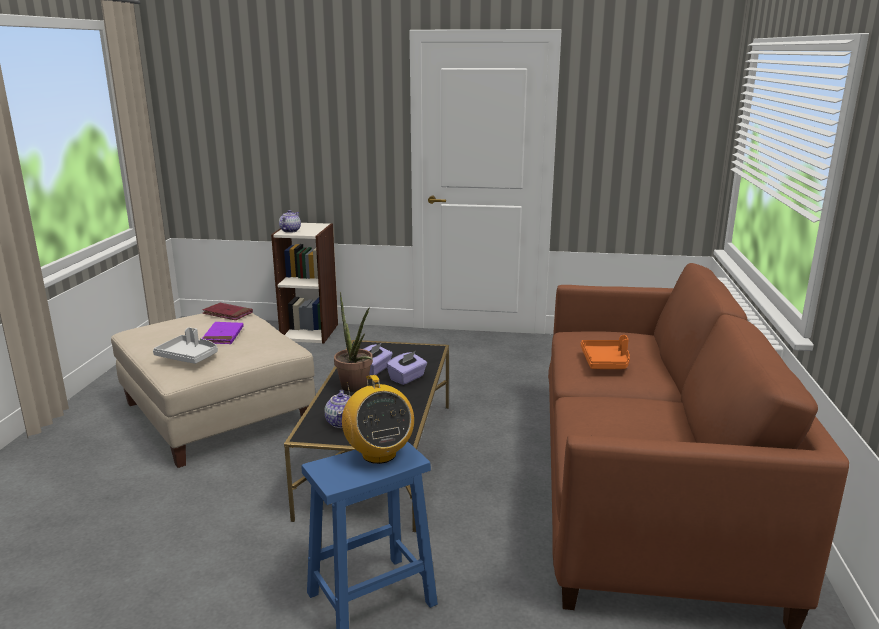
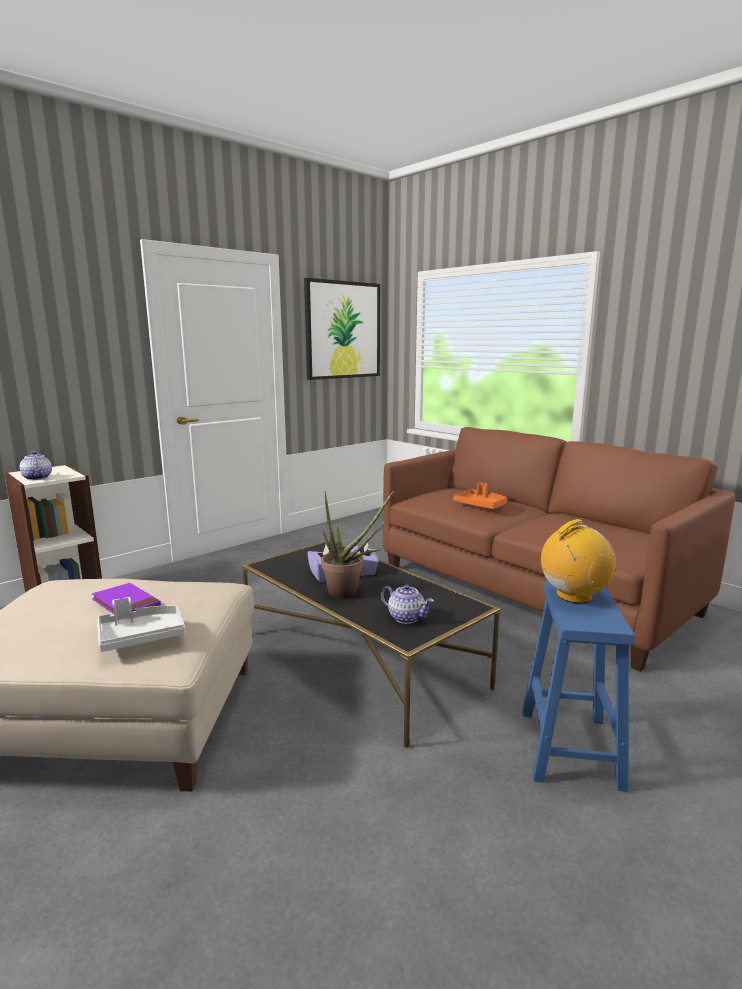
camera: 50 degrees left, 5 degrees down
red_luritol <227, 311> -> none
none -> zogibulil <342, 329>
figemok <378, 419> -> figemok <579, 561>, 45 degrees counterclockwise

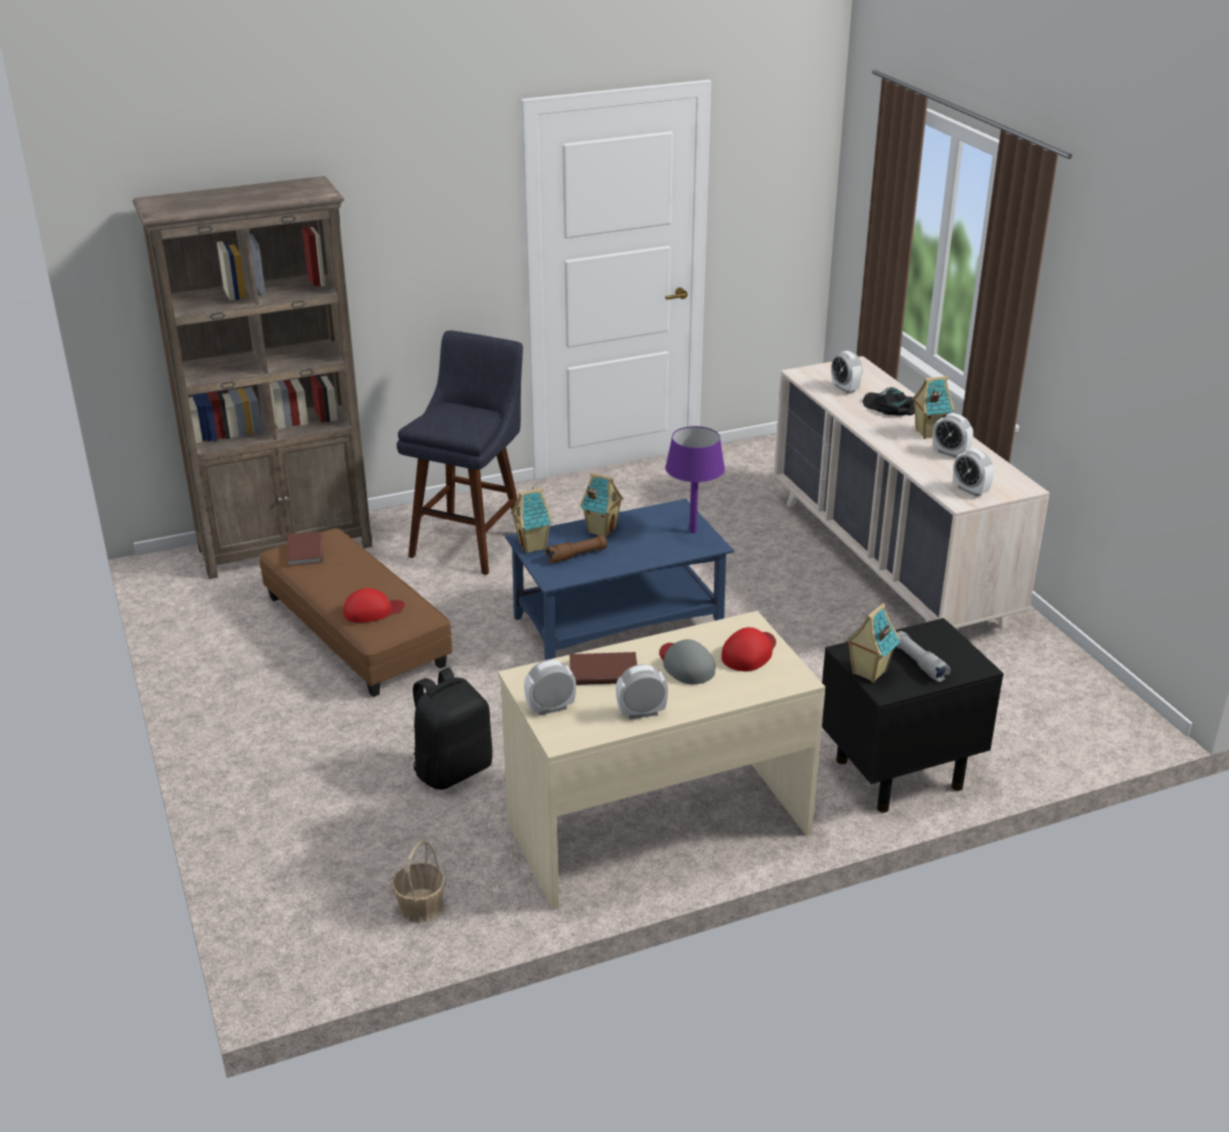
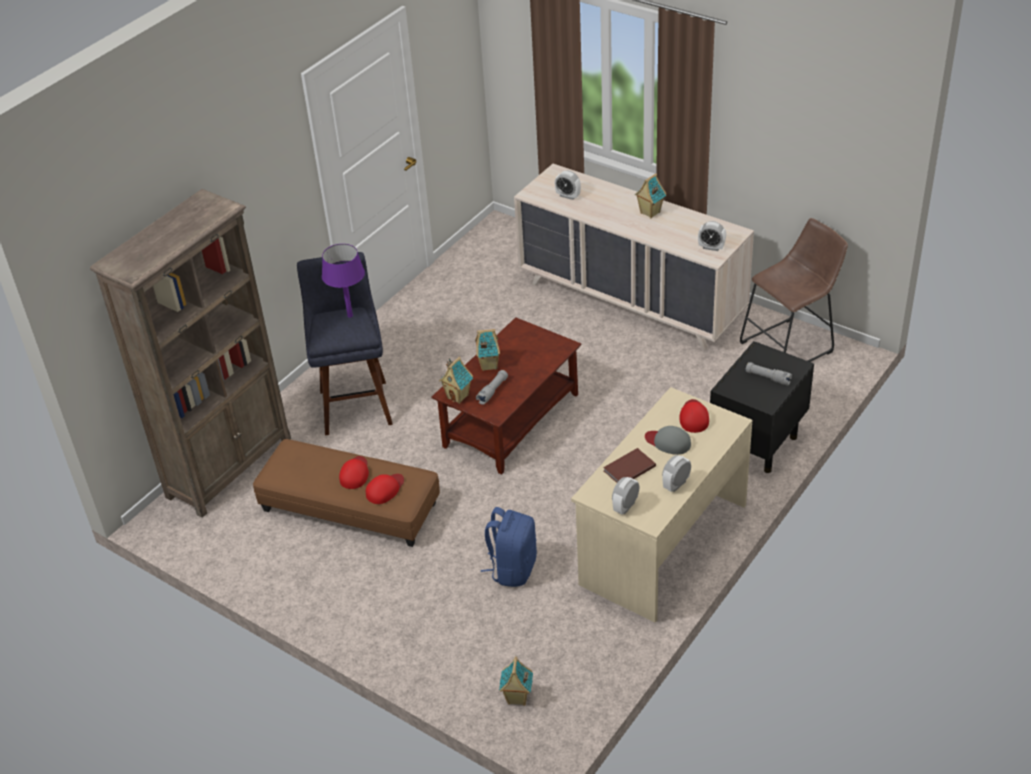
camera: 30 degrees left, 10 degrees up
brown_luritol <305, 549> -> none
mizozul <418, 882> -> none
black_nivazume <888, 401> -> none
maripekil <953, 435> -> none
none -> red_nivazume <354, 472>
none -> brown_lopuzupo <794, 290>
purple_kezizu <695, 479> -> purple_kezizu <343, 281>, shifted
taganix <873, 643> -> taganix <516, 681>, shifted
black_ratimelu <452, 729> -> blue_ratimelu <509, 547>
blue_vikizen <619, 579> -> brown_vikizen <506, 396>
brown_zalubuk <576, 549> -> grey_zalubuk <492, 387>

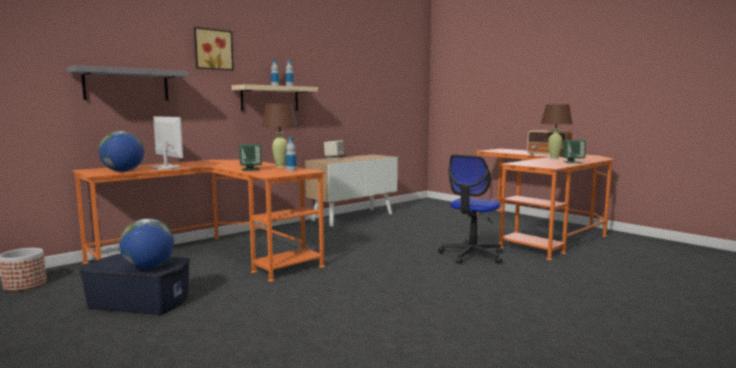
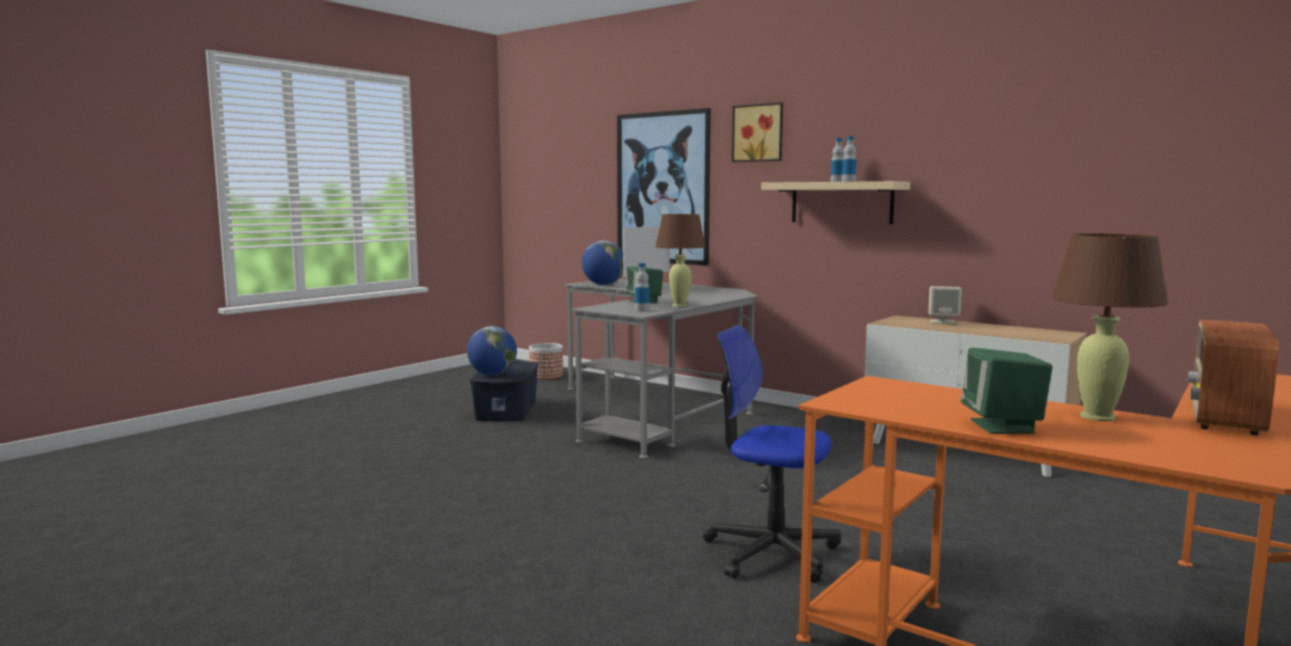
camera: 80 degrees right, 0 degrees up
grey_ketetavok <127, 83> -> zogibulil <664, 187>
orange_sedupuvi <198, 221> -> grey_sedupuvi <661, 368>

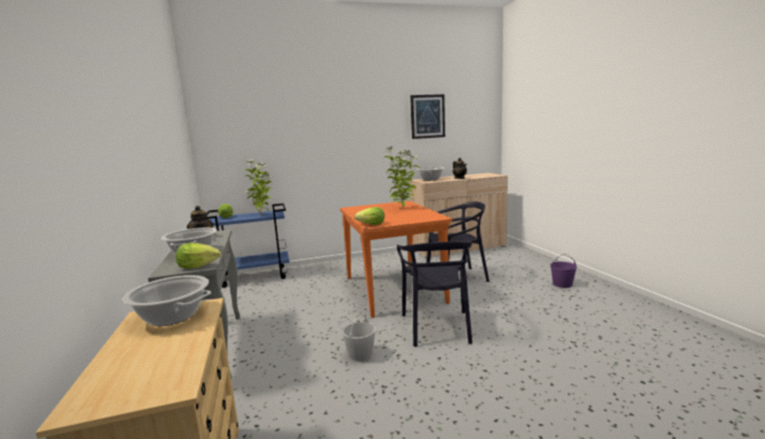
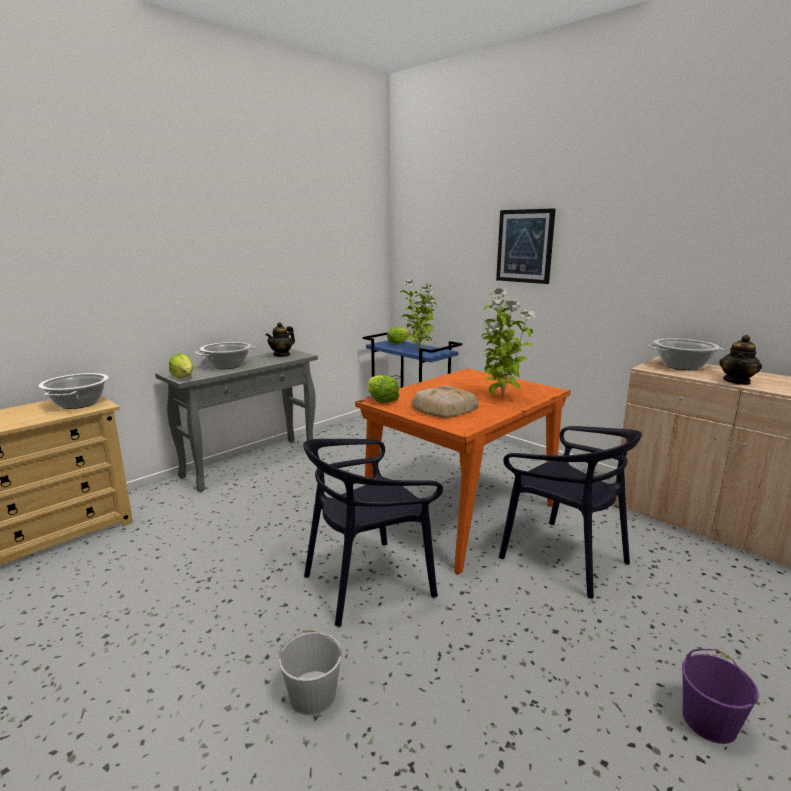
camera: 60 degrees right, 5 degrees up
none -> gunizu <445, 402>
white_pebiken <359, 338> -> white_pebiken <310, 672>, shifted
zogibulil <427, 116> -> zogibulil <526, 246>, shifted

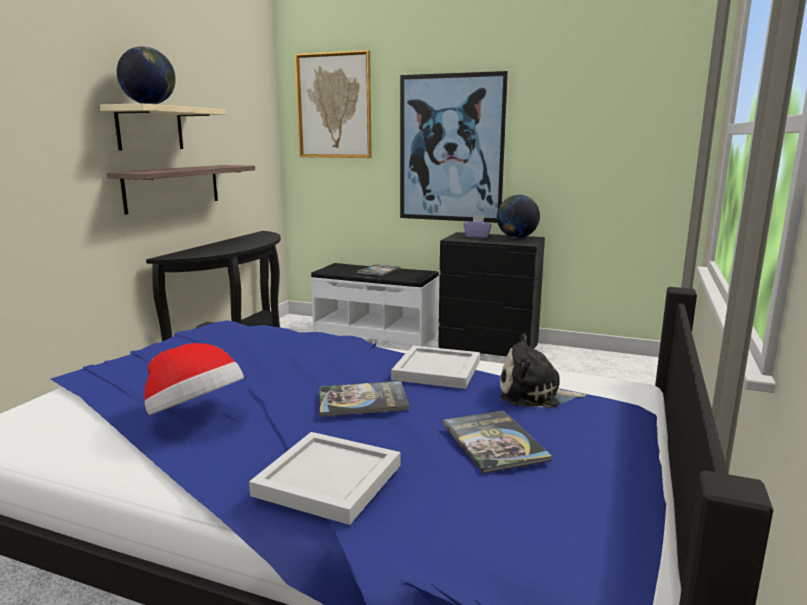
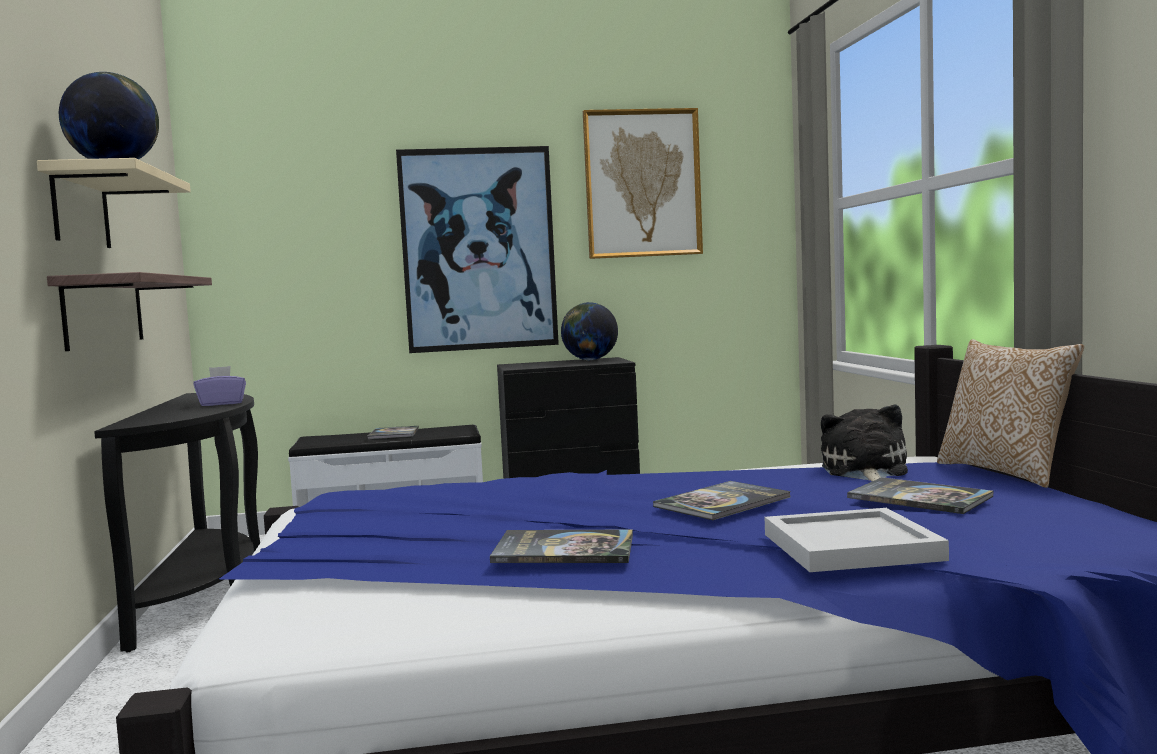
camera: 30 degrees left, 10 degrees down
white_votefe <435, 367> -> none
none -> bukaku <1010, 413>
zogibulil <333, 104> -> zogibulil <643, 183>, shifted
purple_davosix <477, 226> -> purple_davosix <219, 386>, shifted
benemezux <194, 379> -> luritol <561, 546>
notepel <543, 371> -> notepel <864, 442>, 120 degrees clockwise

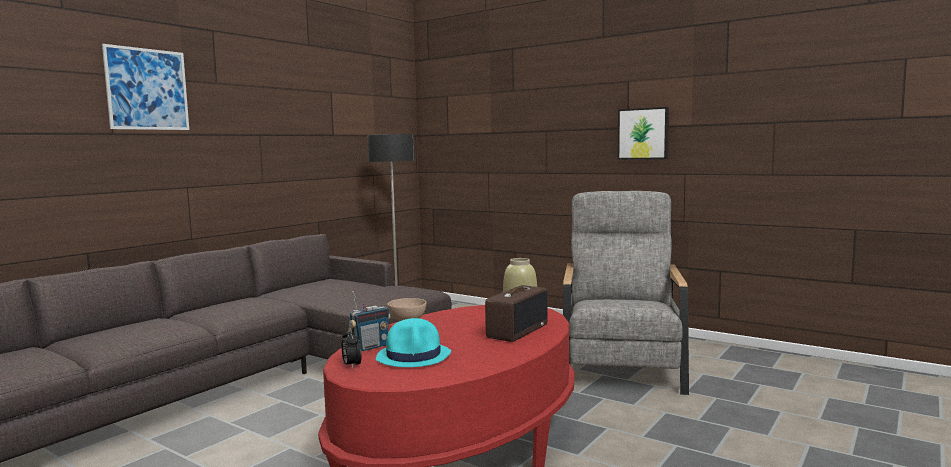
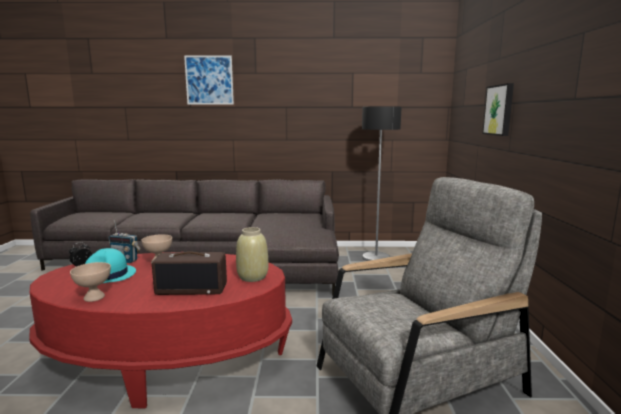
camera: 55 degrees right, 5 degrees up
none -> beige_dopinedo <90, 282>
zogibulil <643, 133> -> zogibulil <498, 109>, shifted

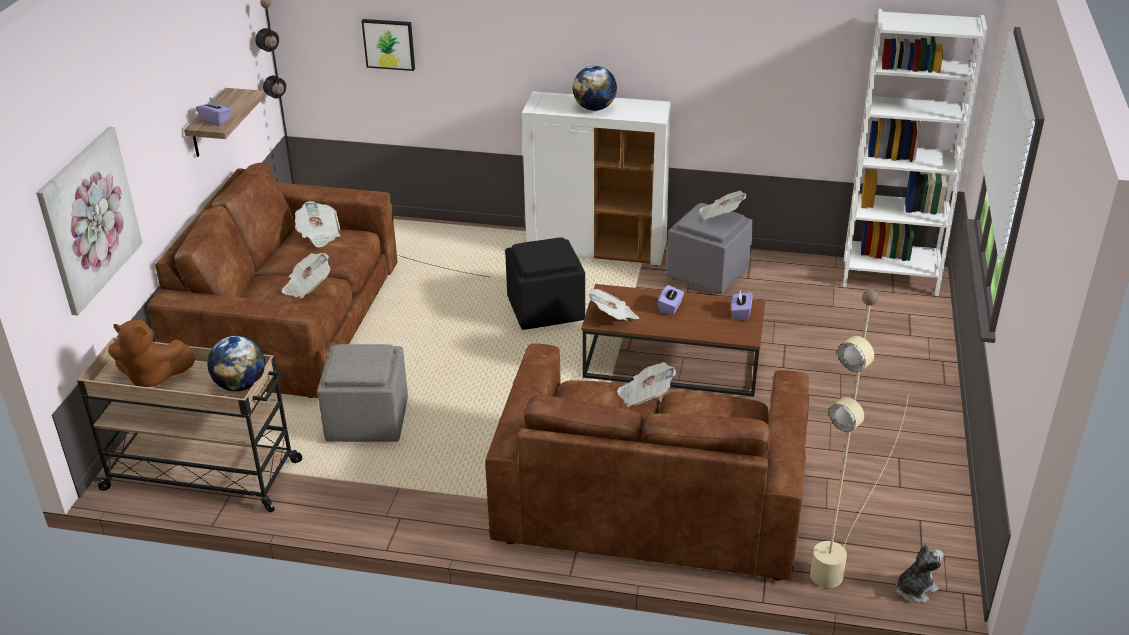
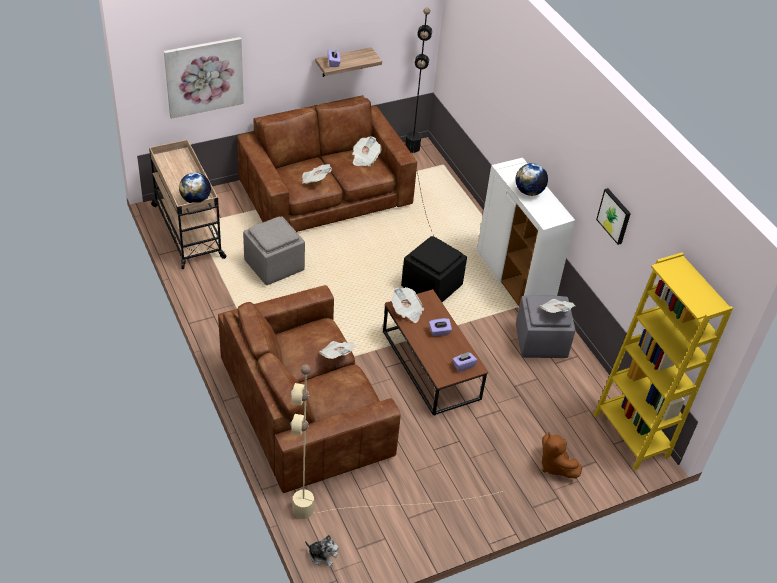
camera: 50 degrees right, 10 degrees up
brown_notepel <152, 353> -> brown_notepel <562, 455>, shifted
zogibulil <388, 45> -> zogibulil <613, 216>, shifted
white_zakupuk <915, 152> -> yellow_zakupuk <663, 361>

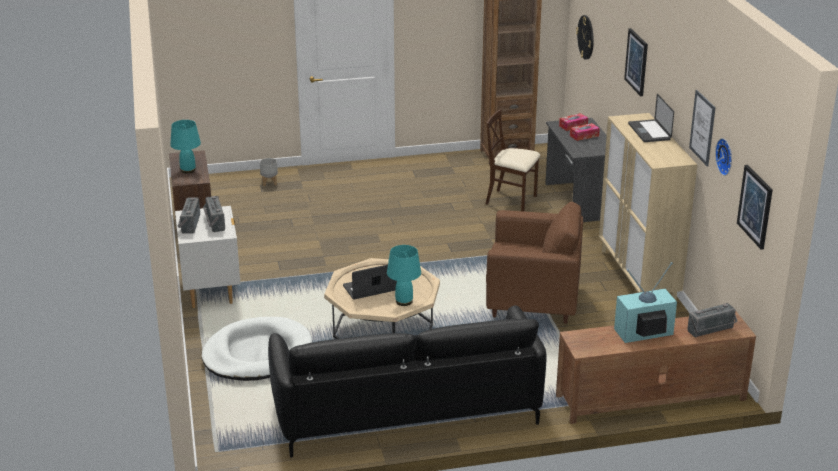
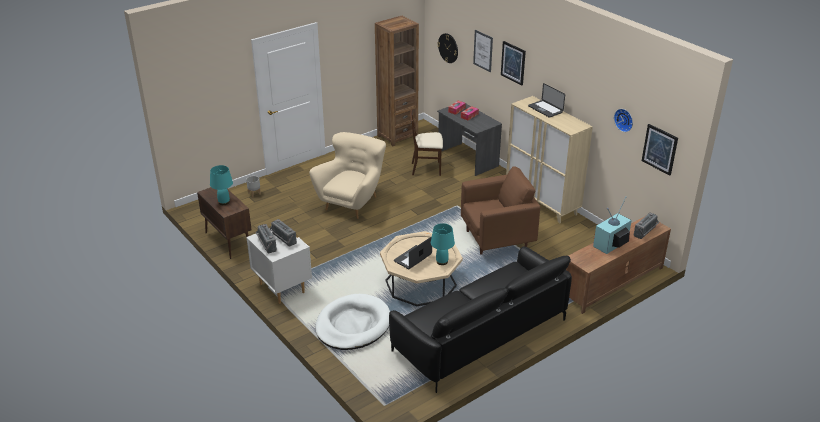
camera: 25 degrees left, 5 degrees up
none -> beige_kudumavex <347, 175>
zogibulil <702, 128> -> zogibulil <483, 51>, shifted

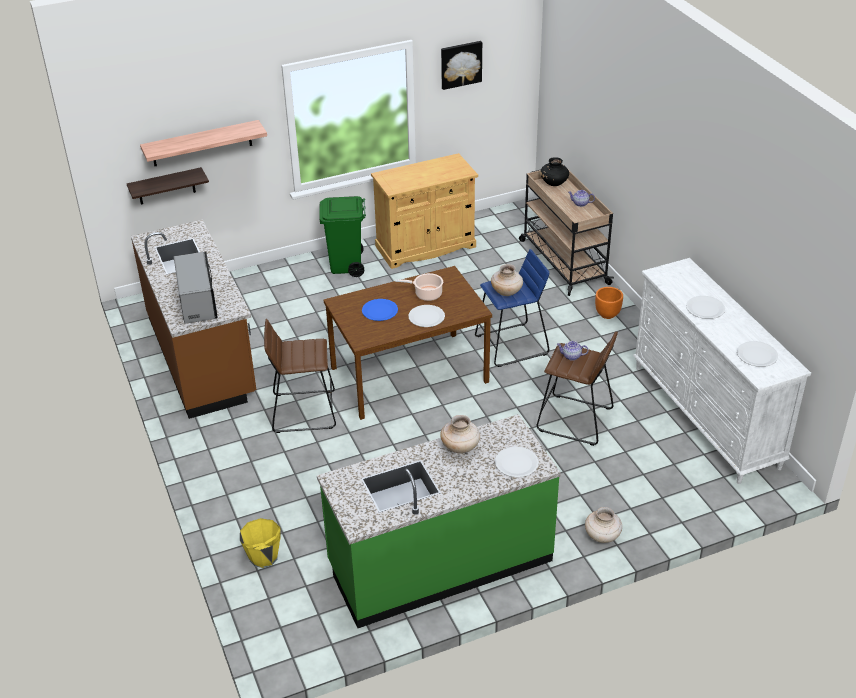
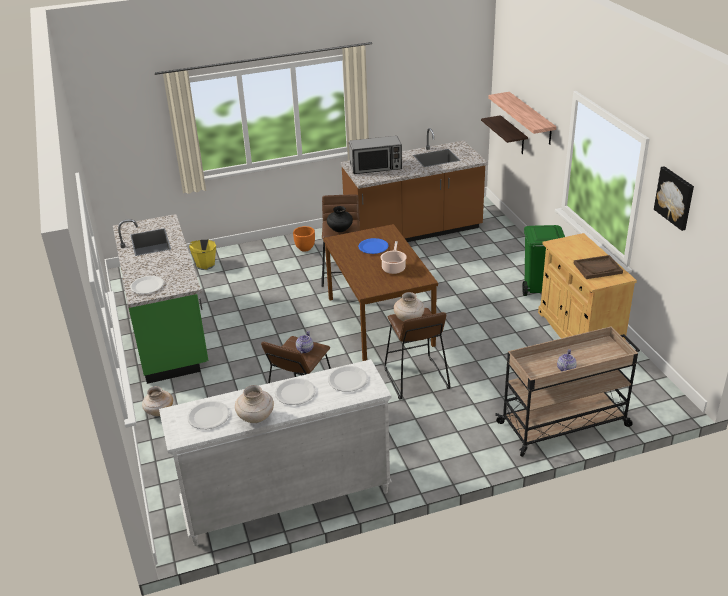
camera: 95 degrees right, 5 degrees down
none -> brown_votefe <598, 267>
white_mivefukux <426, 316> -> white_mivefukux <348, 379>, shifted
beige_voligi <460, 434> -> beige_voligi <254, 404>, shifted
black_voligi <554, 171> -> black_voligi <340, 219>, shifted
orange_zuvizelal <609, 303> -> orange_zuvizelal <304, 239>, shifted
blue_lopuzupo <512, 308> -> brown_lopuzupo <418, 354>

